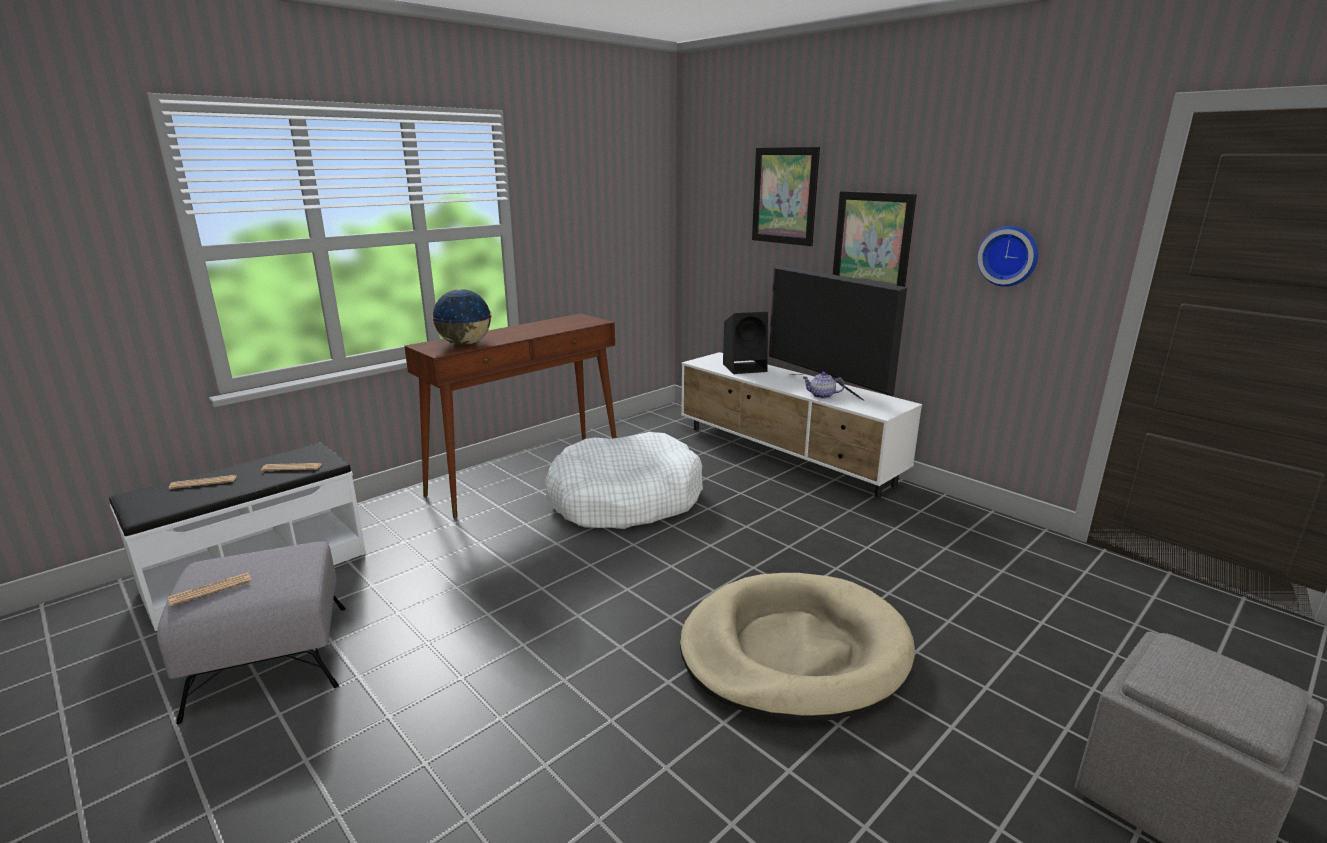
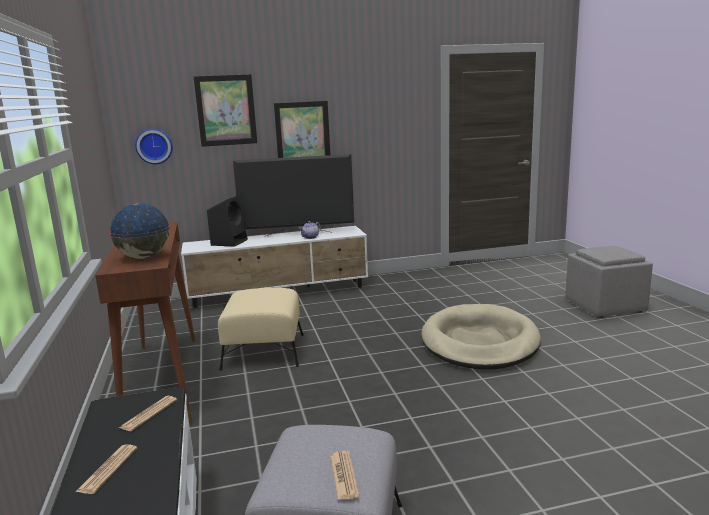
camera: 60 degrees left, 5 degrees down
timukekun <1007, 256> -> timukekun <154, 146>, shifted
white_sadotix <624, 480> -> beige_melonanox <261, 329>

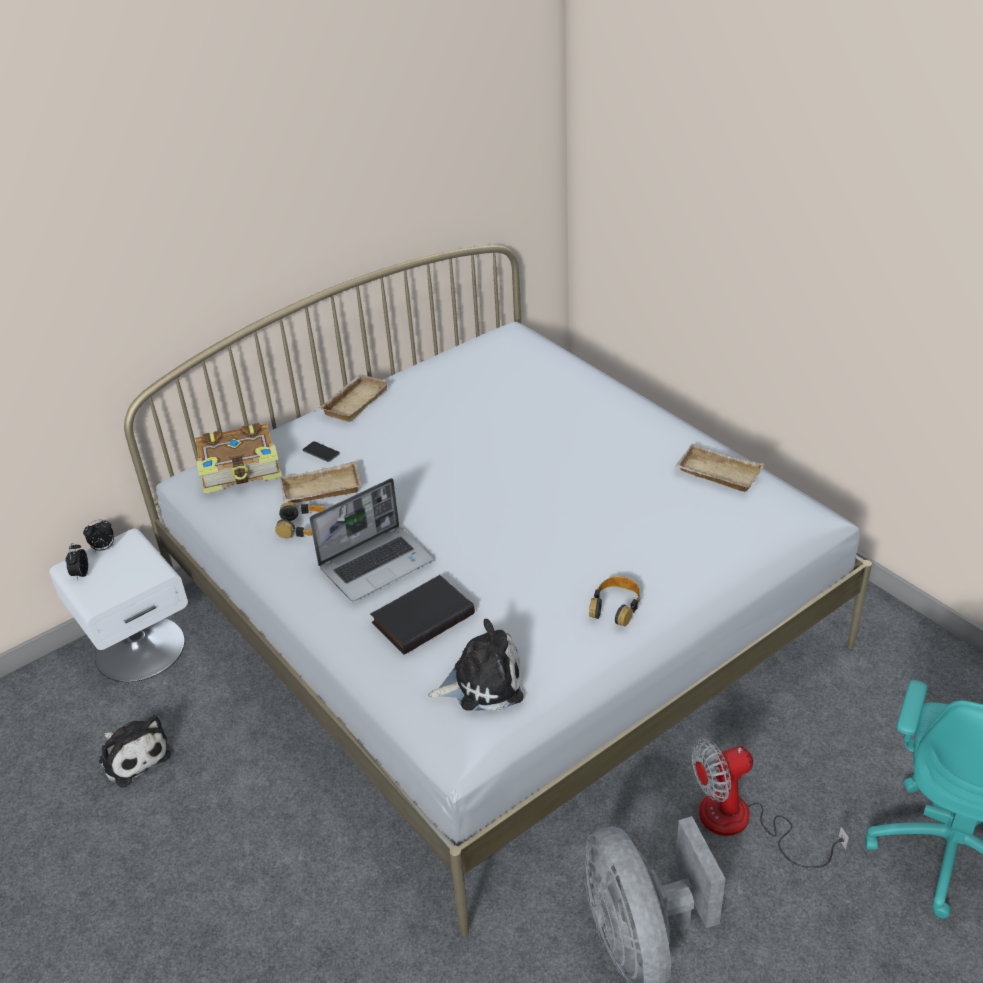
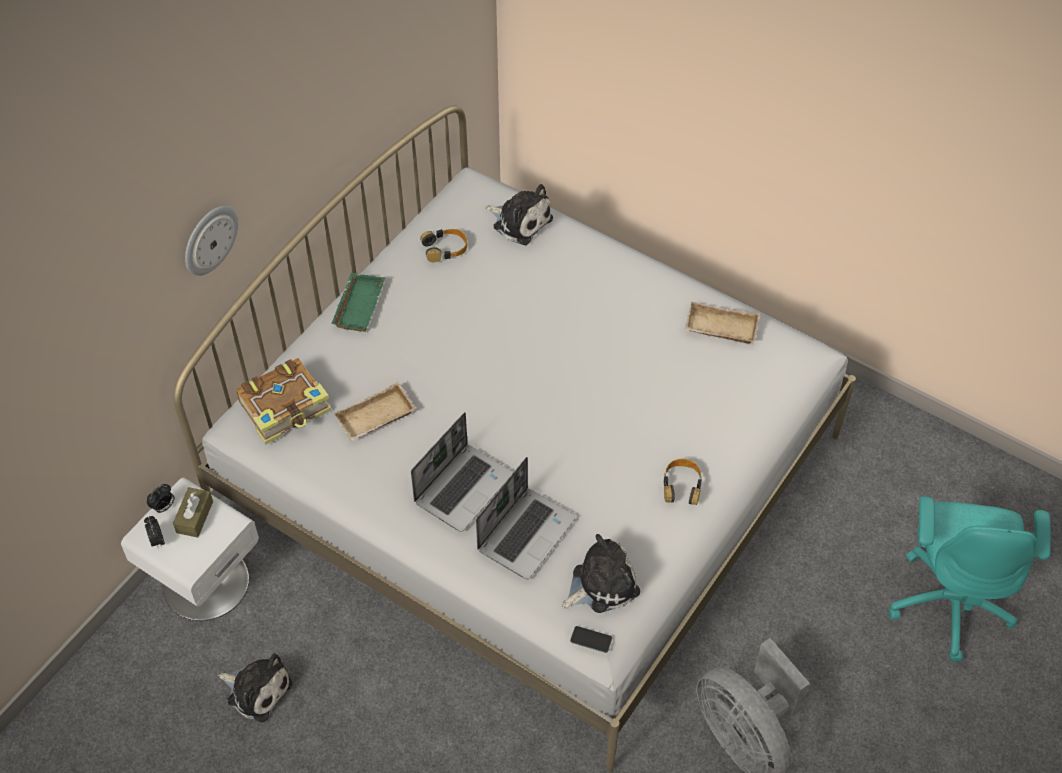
camera: 20 degrees left, 15 degrees up
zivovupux <770, 803> -> none
none -> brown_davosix <193, 512>
none -> timukekun <211, 241>
none -> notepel <519, 214>
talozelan <301, 520> -> talozelan <443, 245>, shifted
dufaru <321, 451> -> dufaru <591, 639>, shifted
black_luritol <422, 615> -> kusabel <526, 518>
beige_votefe <354, 398> -> green_votefe <358, 302>

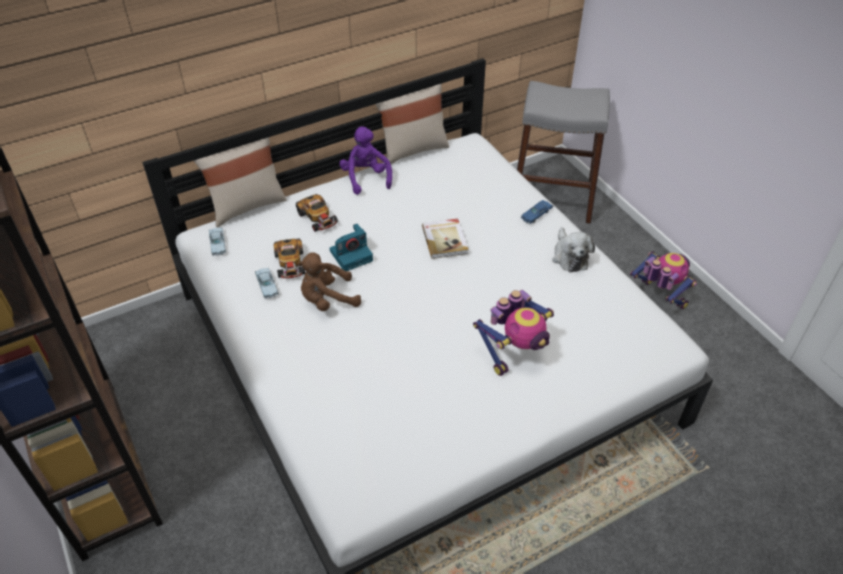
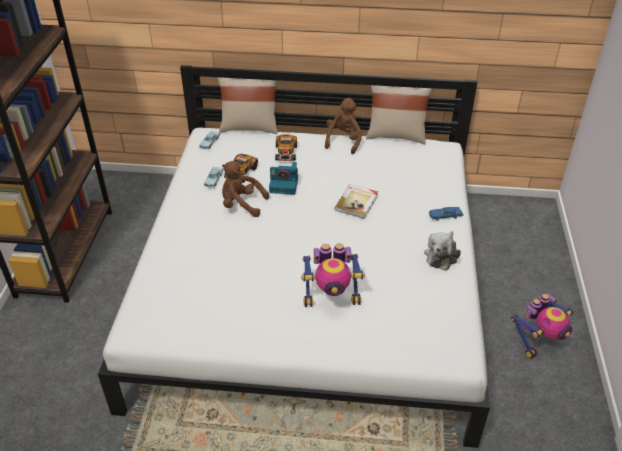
camera: 35 degrees right, 5 degrees down
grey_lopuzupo <563, 152> -> none
purple_notepel <365, 160> -> brown_notepel <343, 126>
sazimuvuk <663, 280> -> sazimuvuk <542, 326>, 60 degrees clockwise

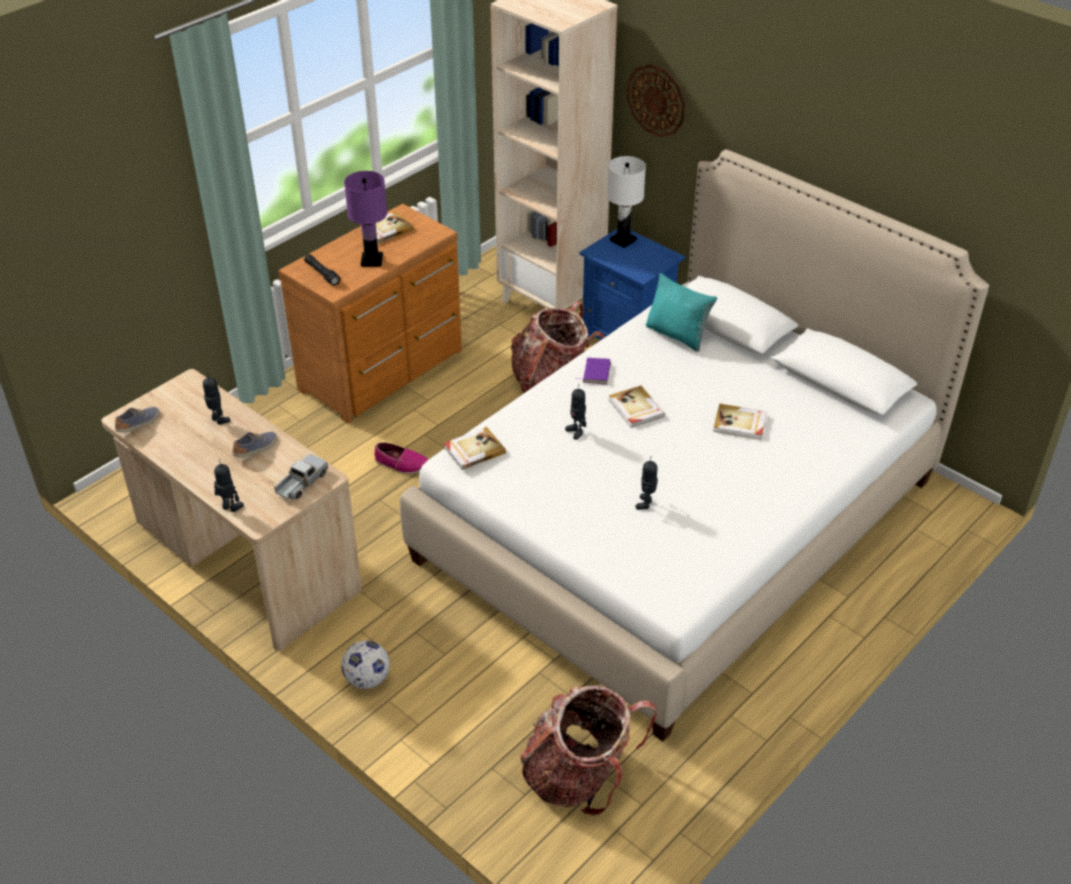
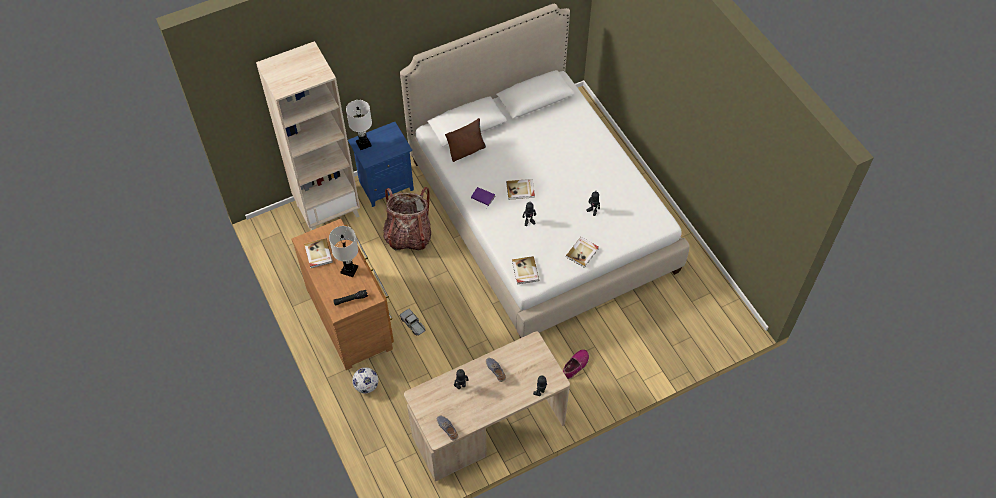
camera: 70 degrees left, 15 degrees up
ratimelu <588, 750> -> none
timukekun <656, 100> -> none
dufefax <301, 477> -> dufefax <412, 322>, shifted
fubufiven <365, 665> -> fubufiven <365, 380>, shifted
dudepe <401, 458> -> dudepe <576, 364>, shifted
luritol <740, 422> -> luritol <582, 252>, shifted
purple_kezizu <365, 218> -> white_kezizu <343, 251>
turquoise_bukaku <681, 312> -> brown_bukaku <465, 140>

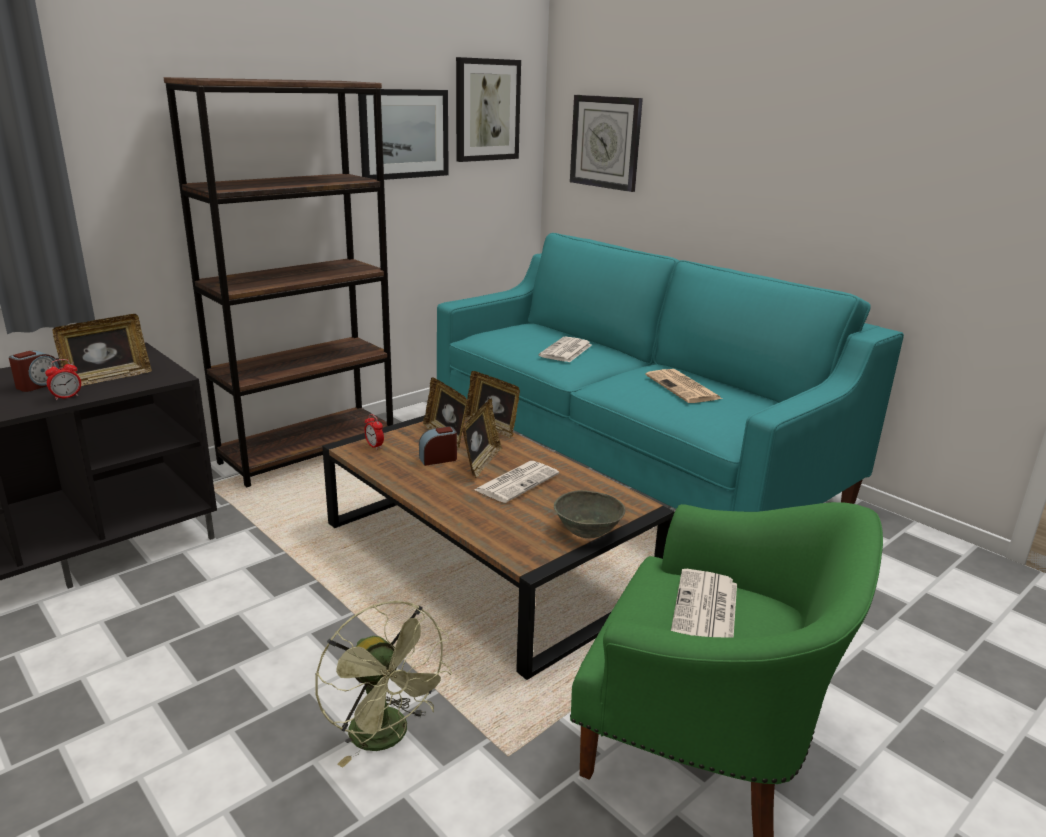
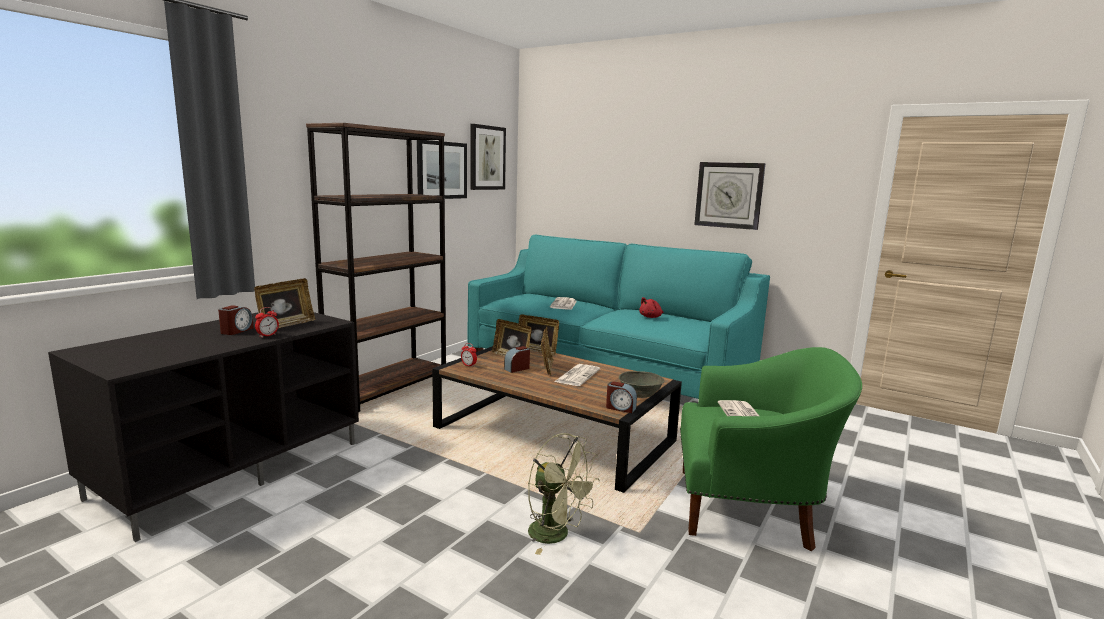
camera: 15 degrees left, 10 degrees down
none -> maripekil <621, 397>
timukekun <606, 143> -> timukekun <730, 196>, shifted
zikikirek <683, 386> -> red_notepel <651, 307>

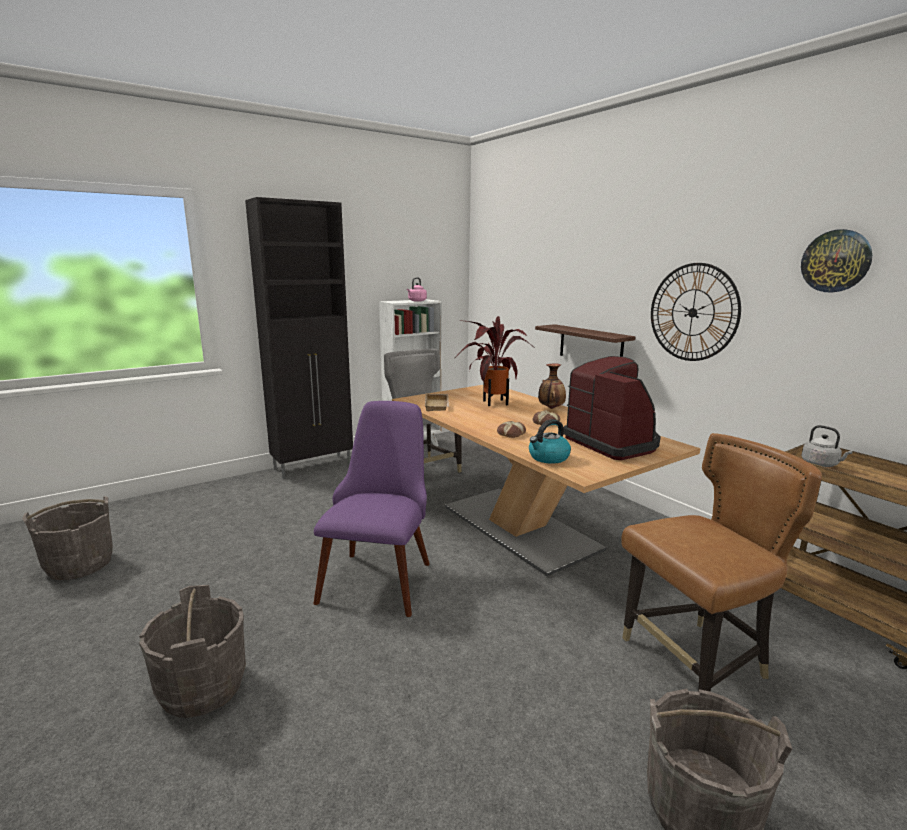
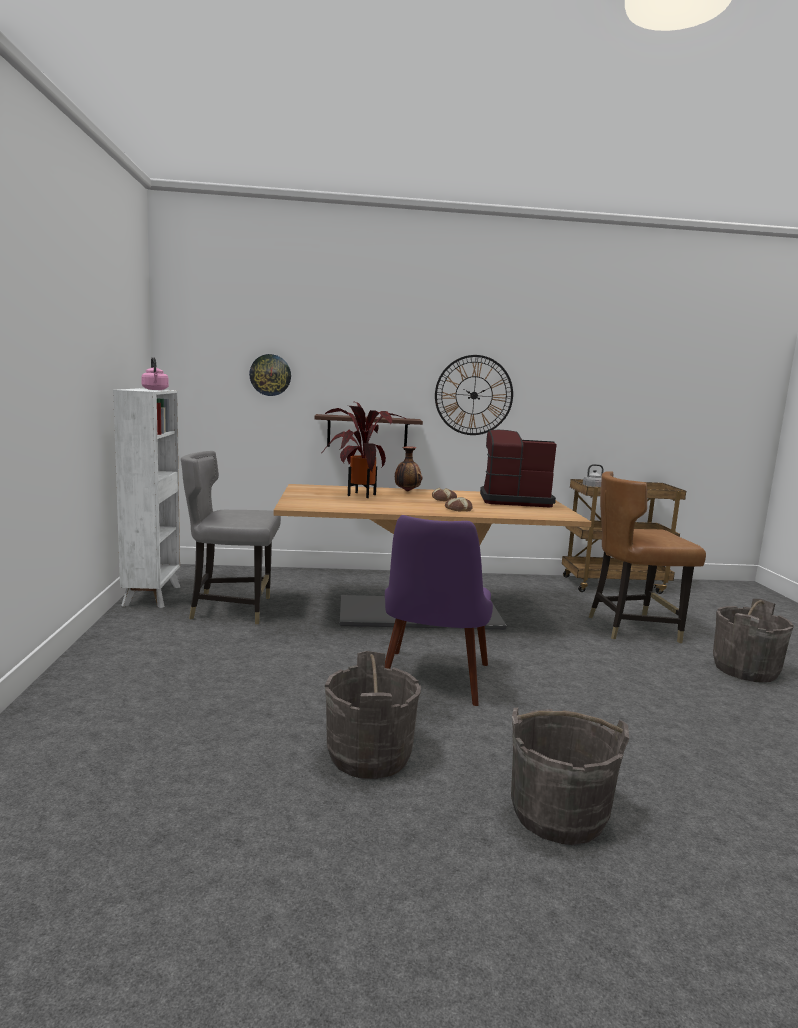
camera: 60 degrees left, 5 degrees down
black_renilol <299, 338> -> none
beige_votefe <437, 402> -> none
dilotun <550, 441> -> none
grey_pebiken <67, 538> -> grey_pebiken <373, 715>, shifted
timukekun <836, 261> -> timukekun <270, 375>, shifted
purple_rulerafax <371, 509> -> purple_rulerafax <439, 610>, 120 degrees counterclockwise
brown_rulerafax <721, 562> -> brown_rulerafax <647, 557>, 105 degrees counterclockwise

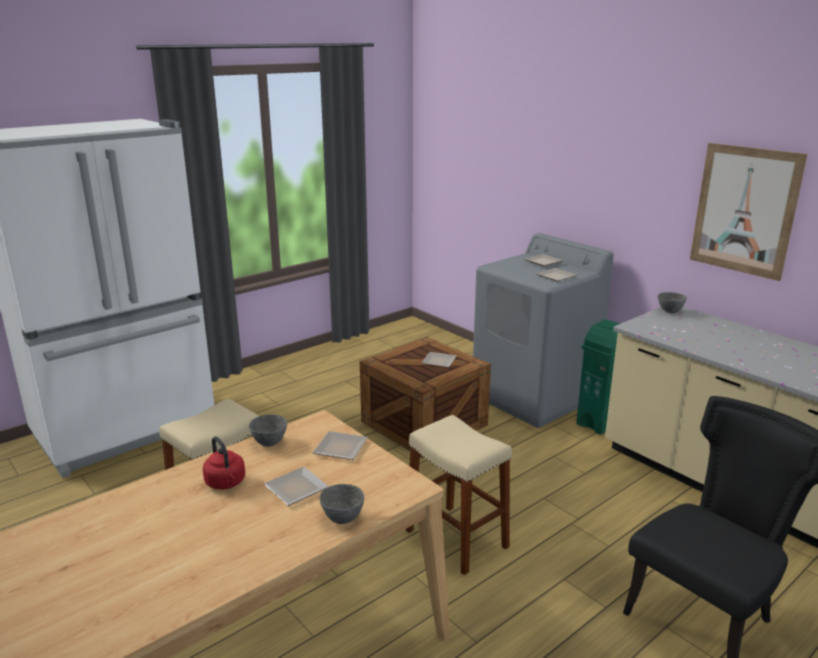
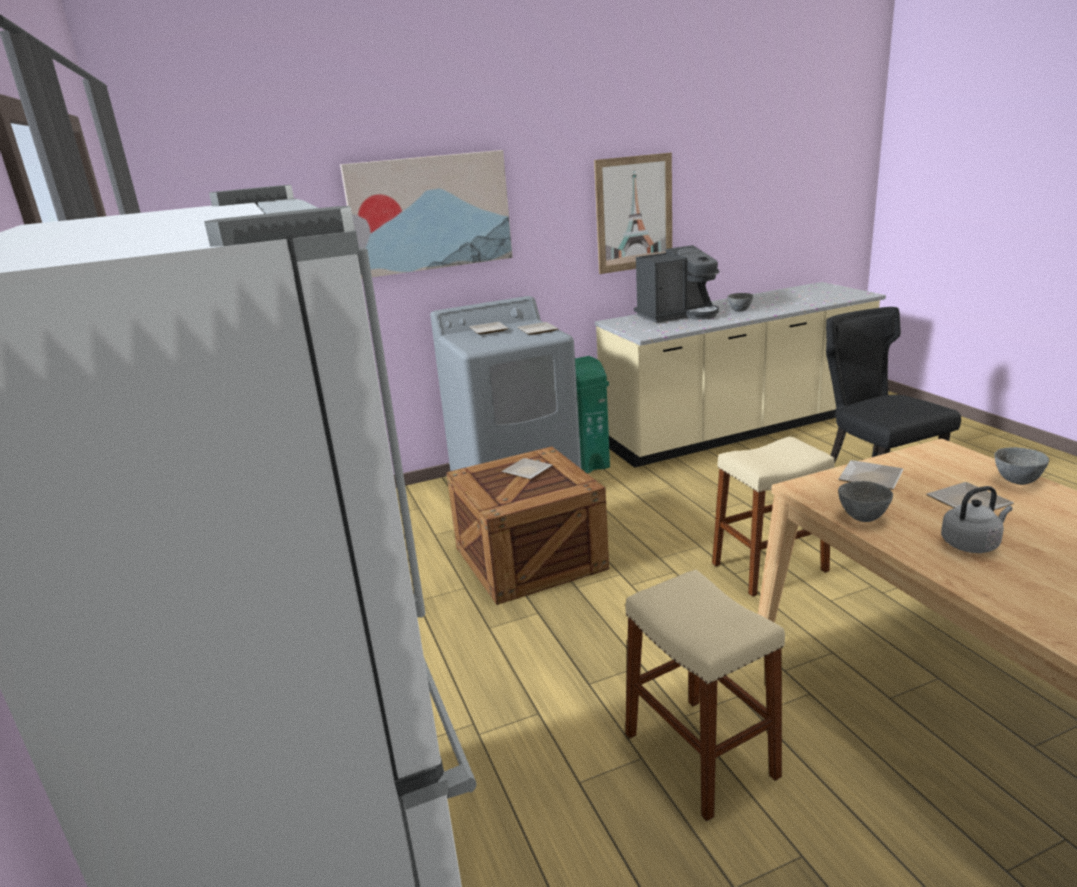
camera: 70 degrees left, 0 degrees up
none -> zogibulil <426, 214>
none -> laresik <676, 284>
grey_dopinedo <672, 302> -> grey_dopinedo <740, 302>, shifted
red_dilotun <224, 463> -> grey_dilotun <977, 519>

